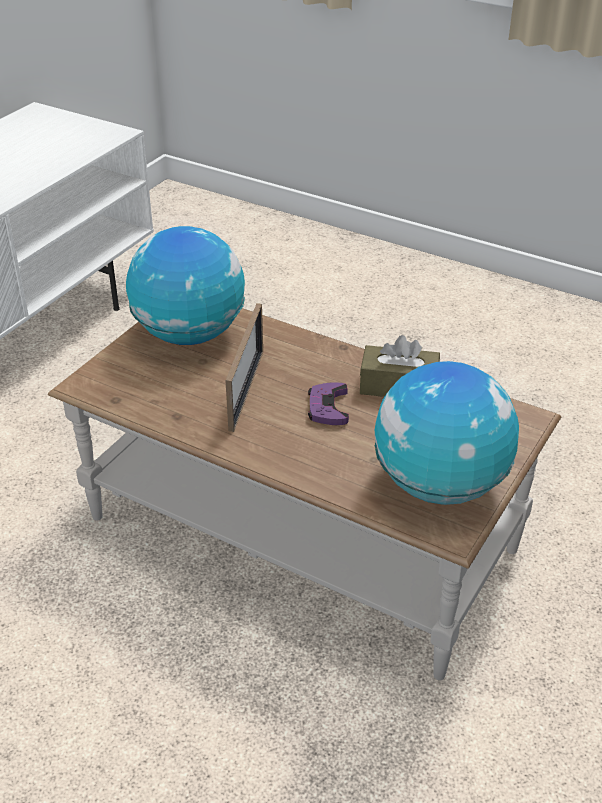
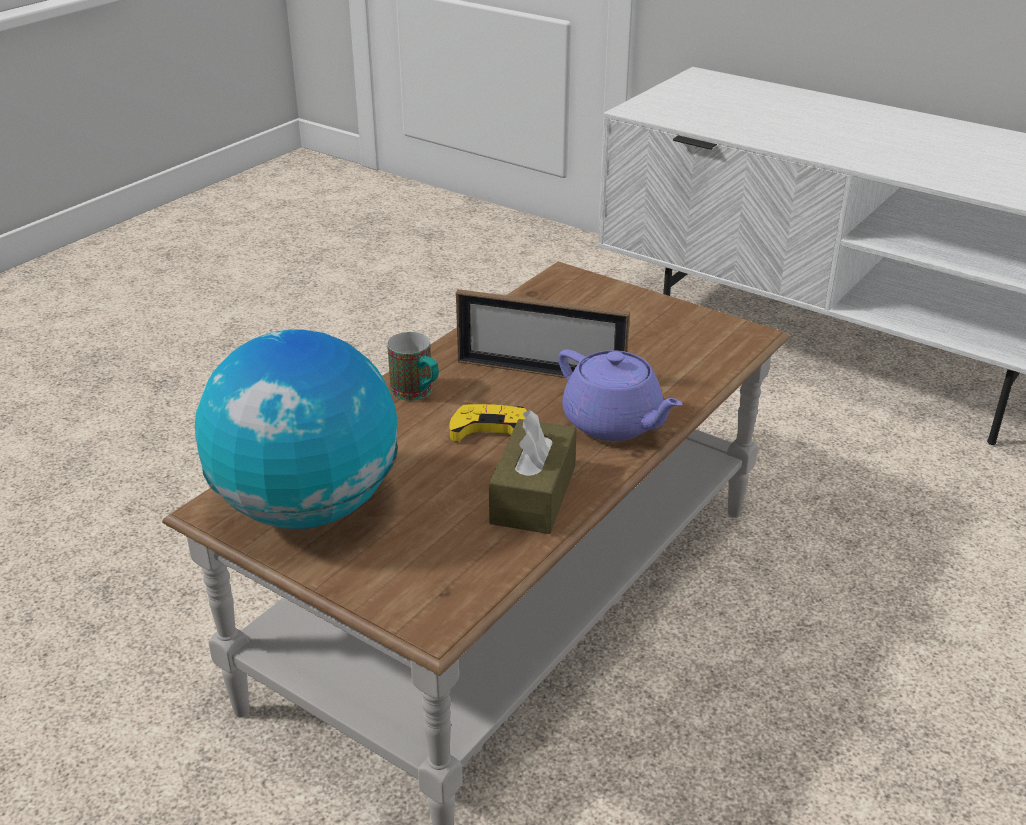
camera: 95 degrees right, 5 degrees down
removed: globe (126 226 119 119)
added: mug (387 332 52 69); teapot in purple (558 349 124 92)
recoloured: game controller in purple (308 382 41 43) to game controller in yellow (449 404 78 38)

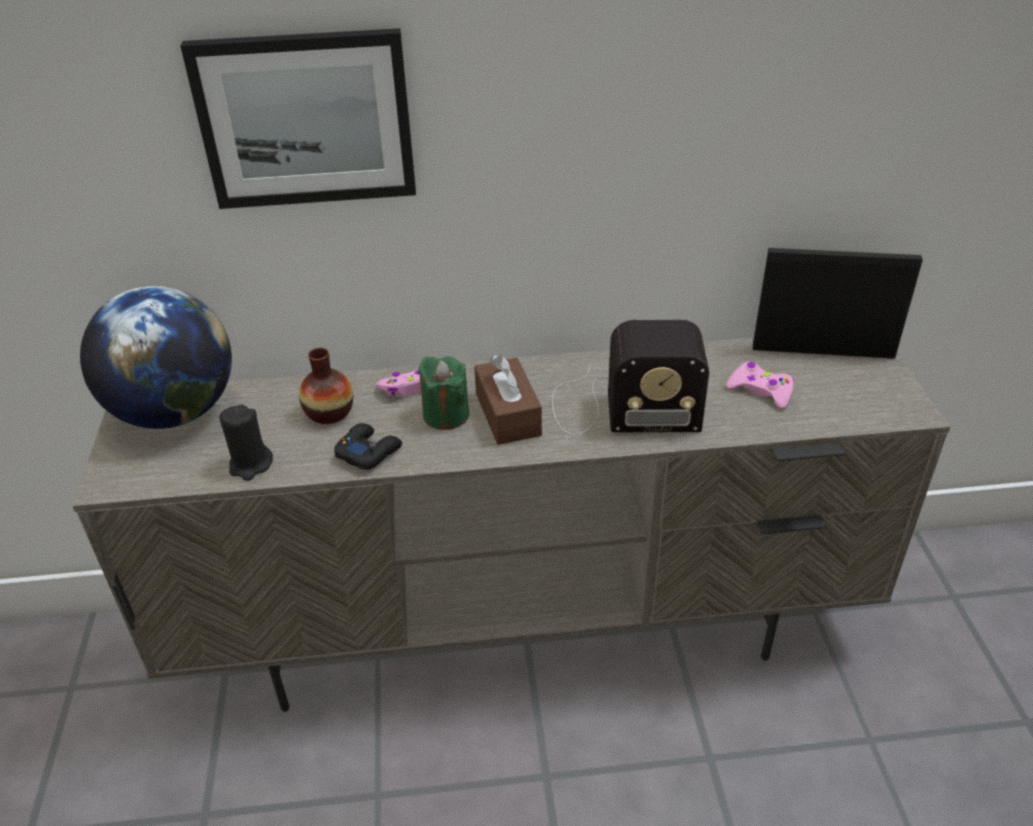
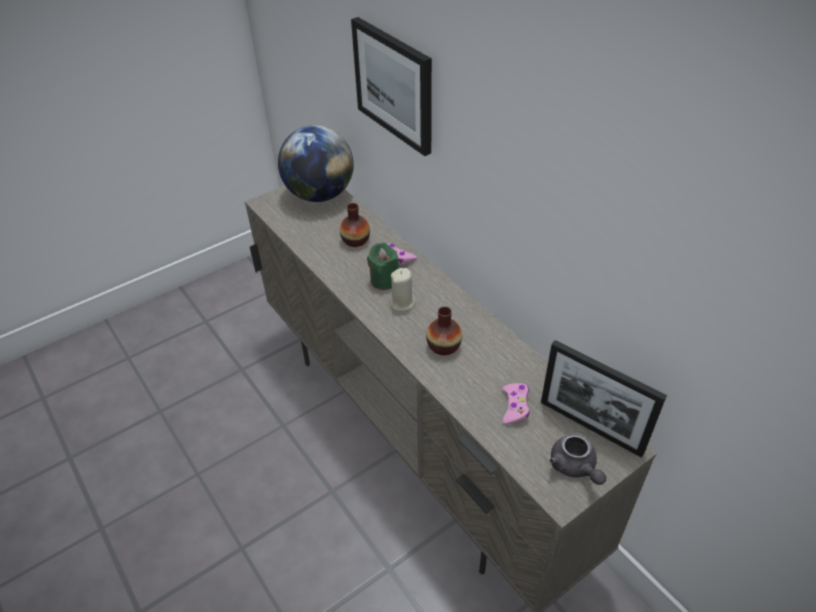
camera: 60 degrees right, 5 degrees up
removed: candle in black (219 405 54 76); game controller in black (334 423 68 47)
added: teapot in grey (550 433 56 52)
replaced: tissue box in brown (474 355 68 90) to candle in beige (389 268 27 43); radio (552 319 157 116) to vase (426 307 36 48)
turned: picture frame (753 248 170 111) = (541 340 126 118) 150 degrees clockwise

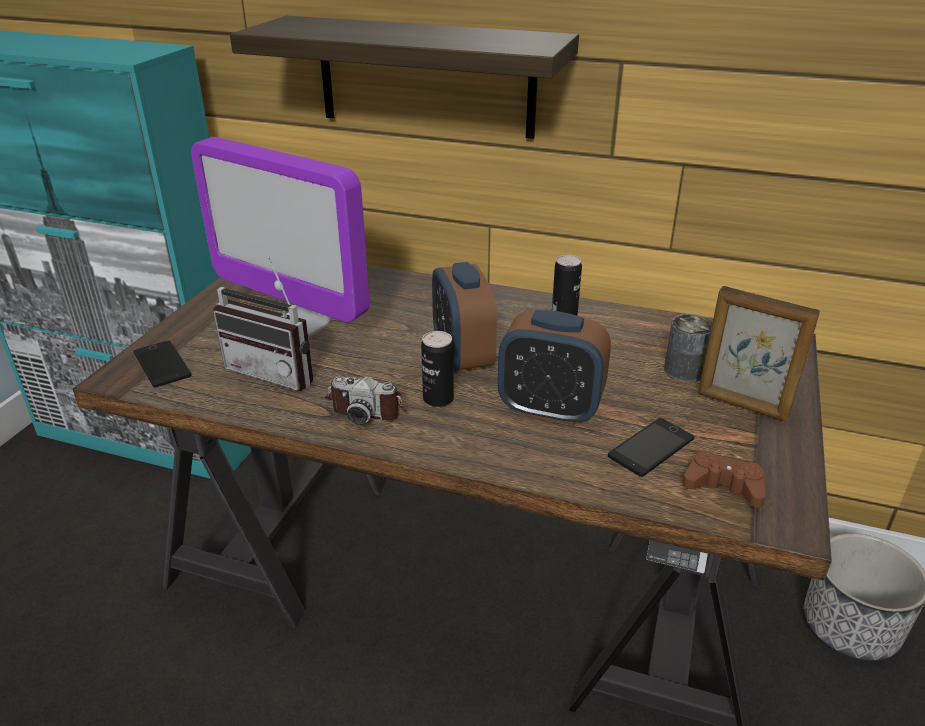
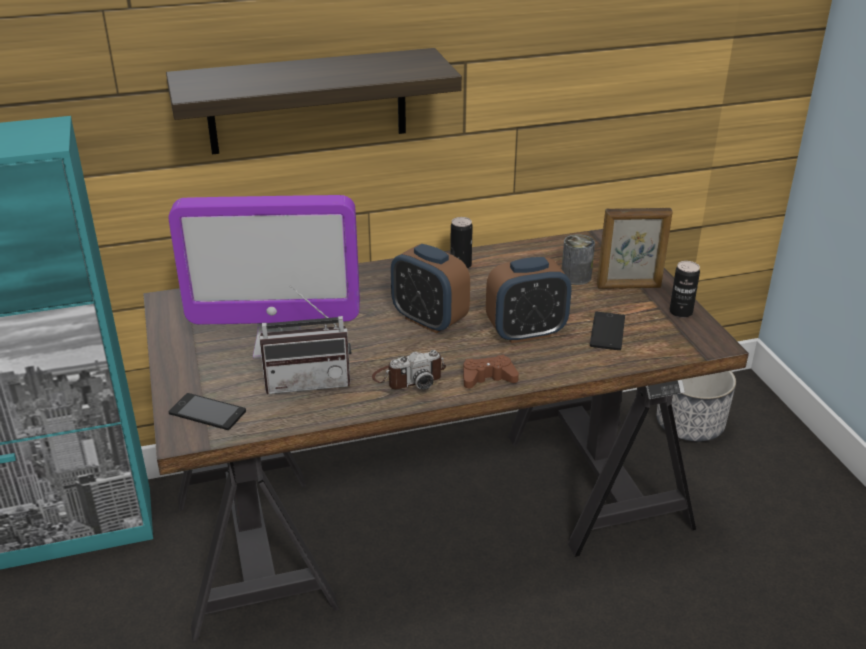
camera: 35 degrees left, 0 degrees up
moved: can (421 331 33 76) to (669 261 31 57); game controller in brown (682 450 84 57) to (463 355 56 33)

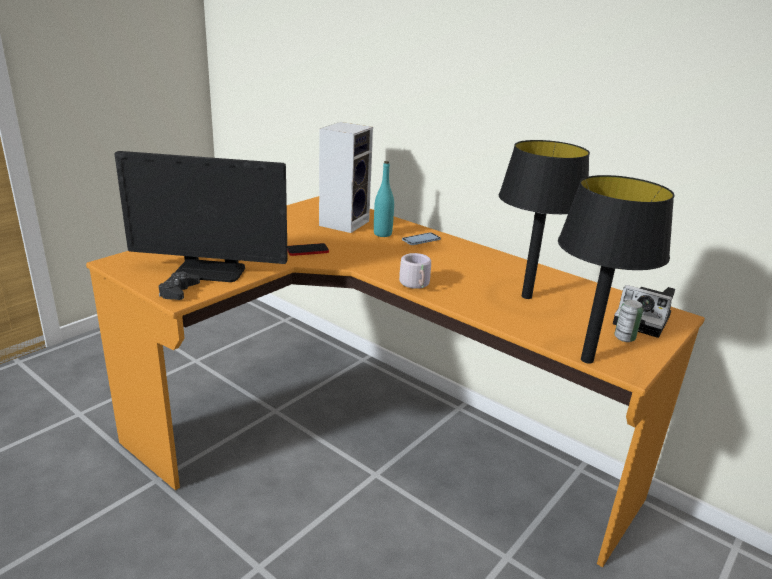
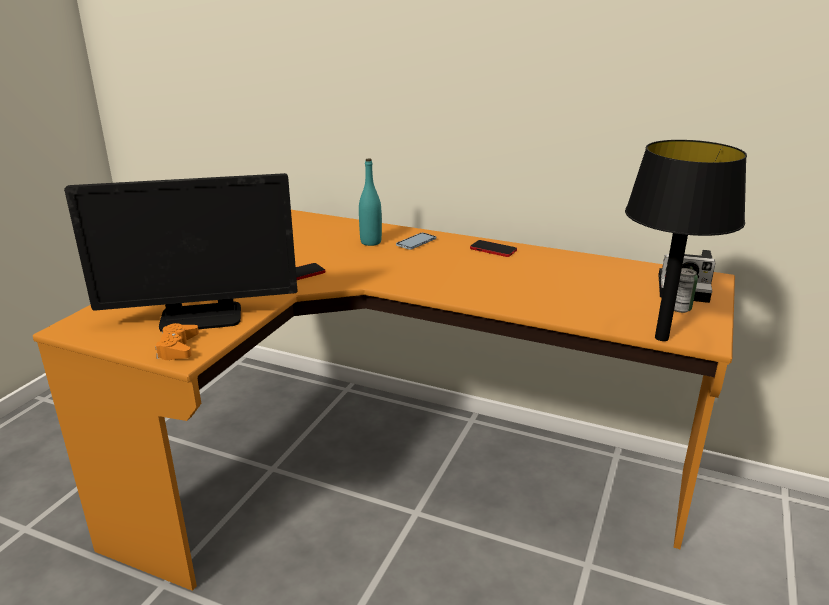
camera: 15 degrees left, 0 degrees up
removed: speaker (319 122 54 111); mug in grey (399 253 32 36); table lamp in black (499 140 91 159)
added: phone (470 240 47 17)
recoloured: game controller in black (159 272 41 28) to game controller in orange (155 323 44 37)

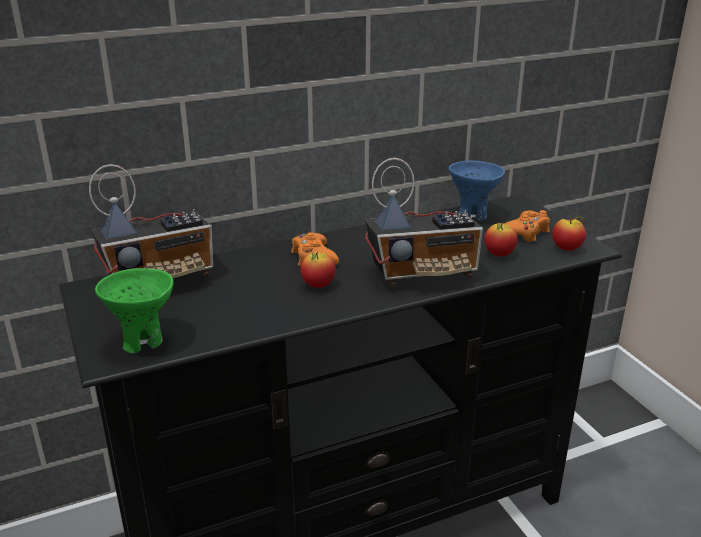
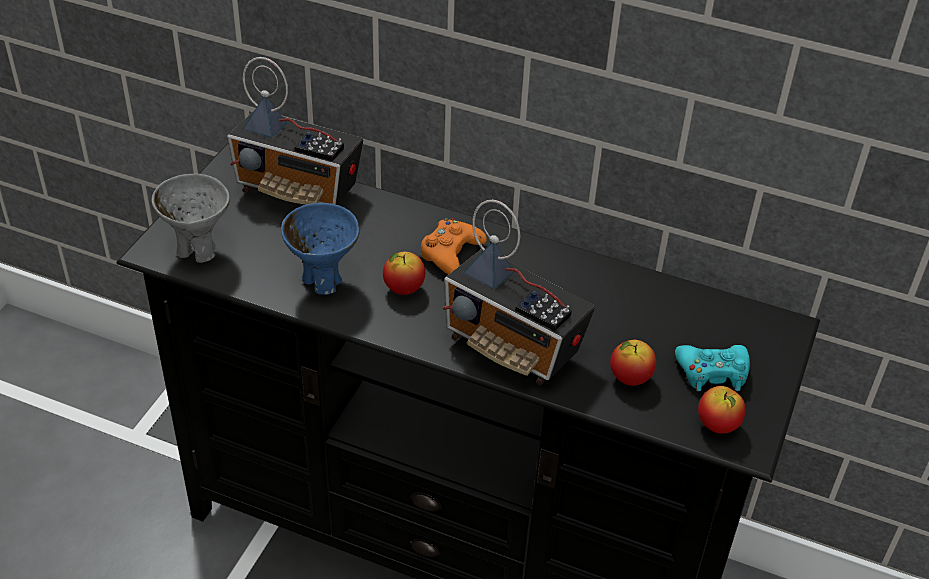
camera: 45 degrees right, 15 degrees up
moved: bowl in blue (449 160 56 61) to (281 203 79 92)
recoloured: bowl in green (95 268 79 86) to bowl in grey (151 173 79 90); game controller in orange (505 210 45 32) to game controller in turquoise (675 345 75 46)

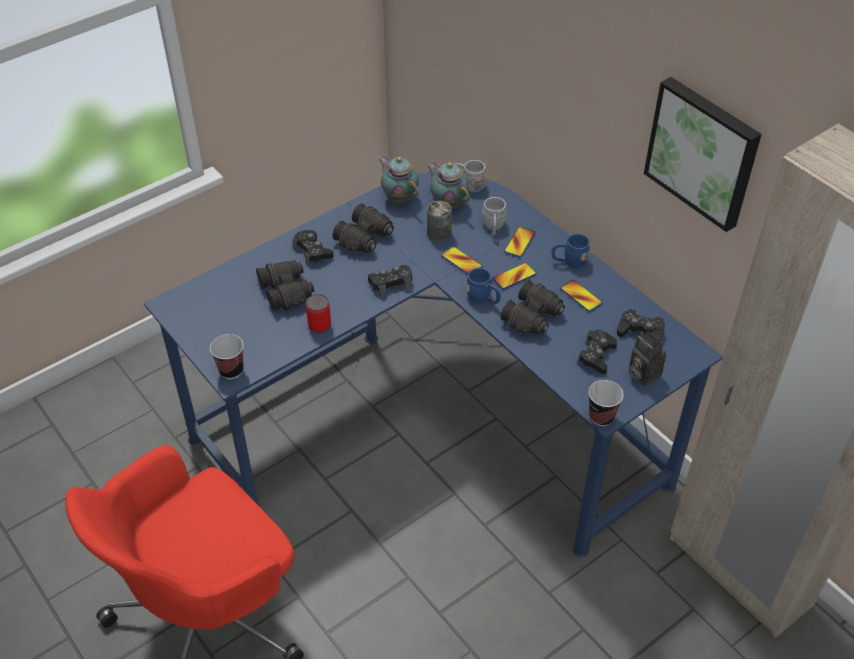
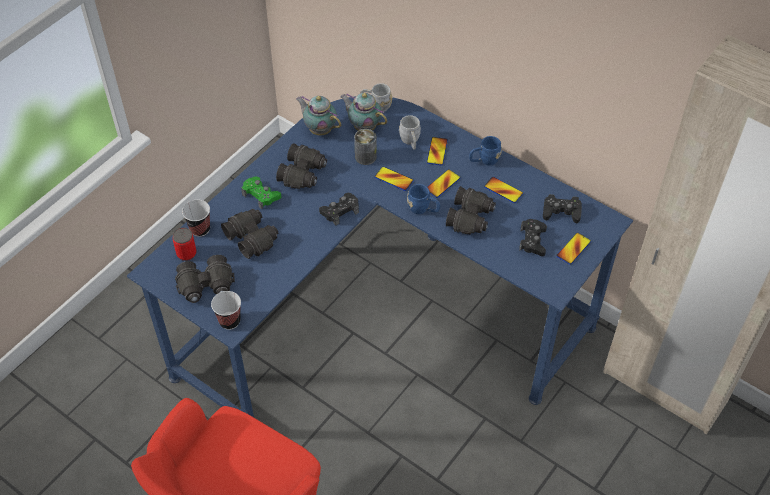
camera: 15 degrees left, 5 degrees up
removed: picture (644 77 118 155)
added: binoculars in black (175 255 60 48)
moved: can (306 294 25 39) to (172 227 25 34); cup (589 380 35 46) to (182 200 28 37)
replaced: photo camera (628 331 38 55) to phone (556 233 35 32)
recoloured: game controller in black (292 230 42 35) to game controller in green (241 176 40 33)

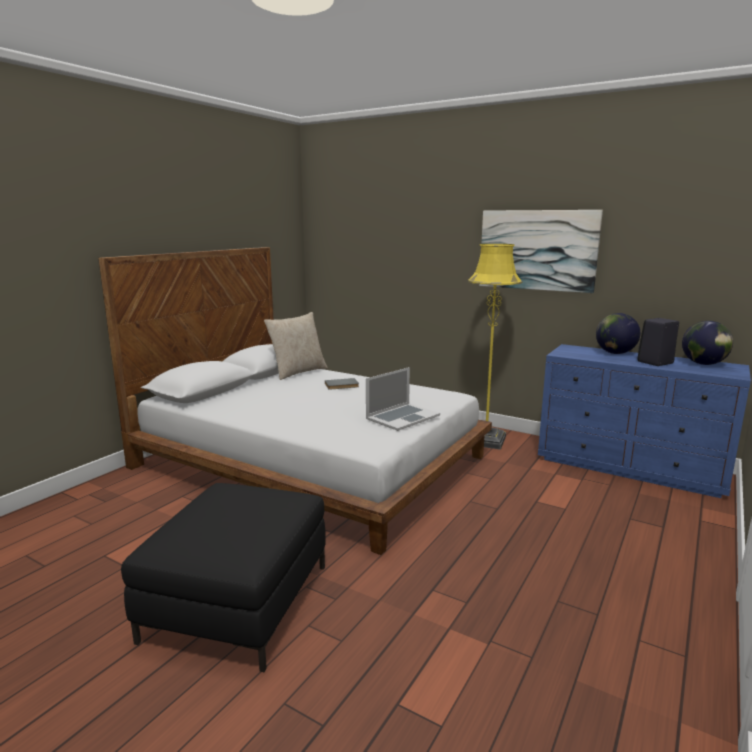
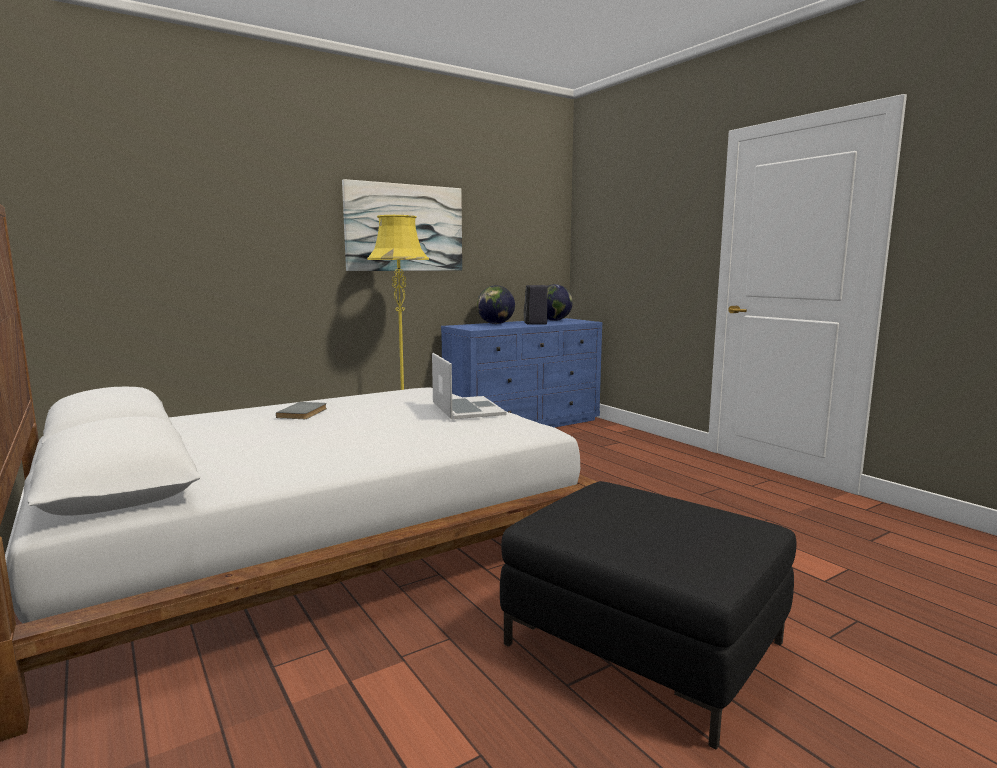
camera: 65 degrees left, 5 degrees down
removed: pillow in beige (264 312 64 68)

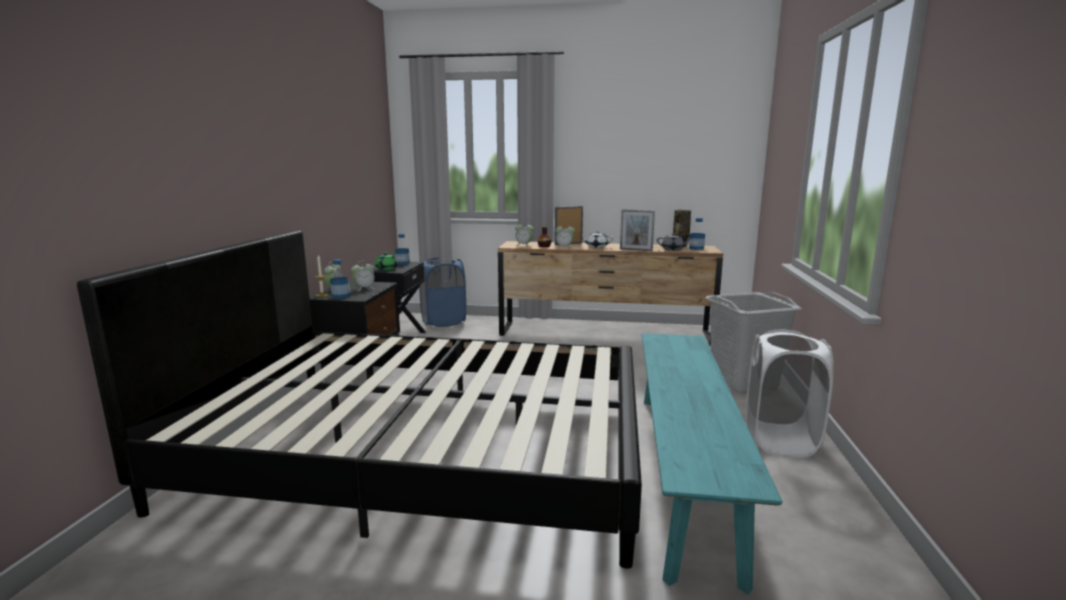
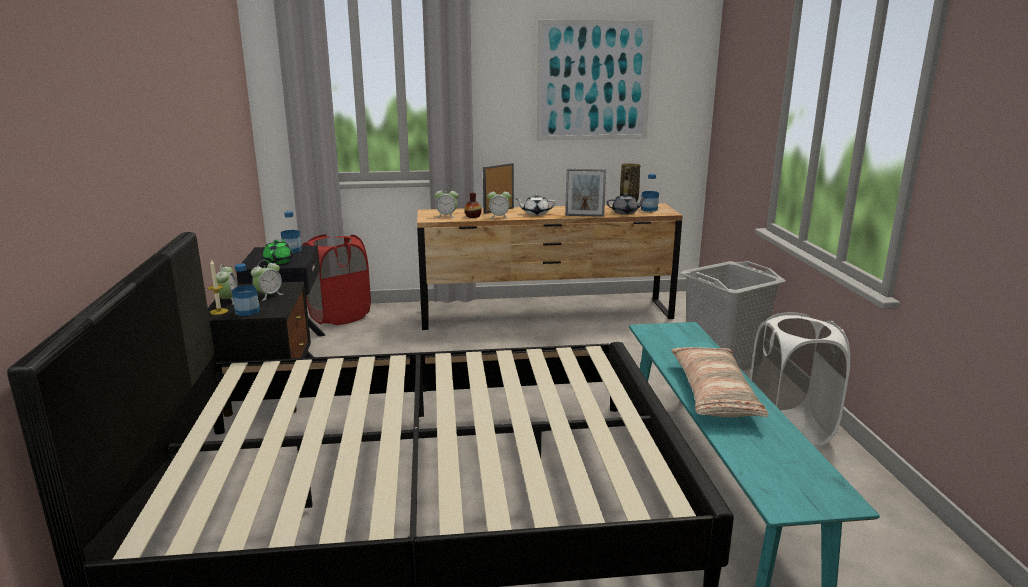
camera: 15 degrees left, 5 degrees up
added: picture (537 20 117 120); pillow (671 347 98 70)
recoloured: laundry basket in blue (419 258 47 69) to laundry basket in red (302 234 69 91)

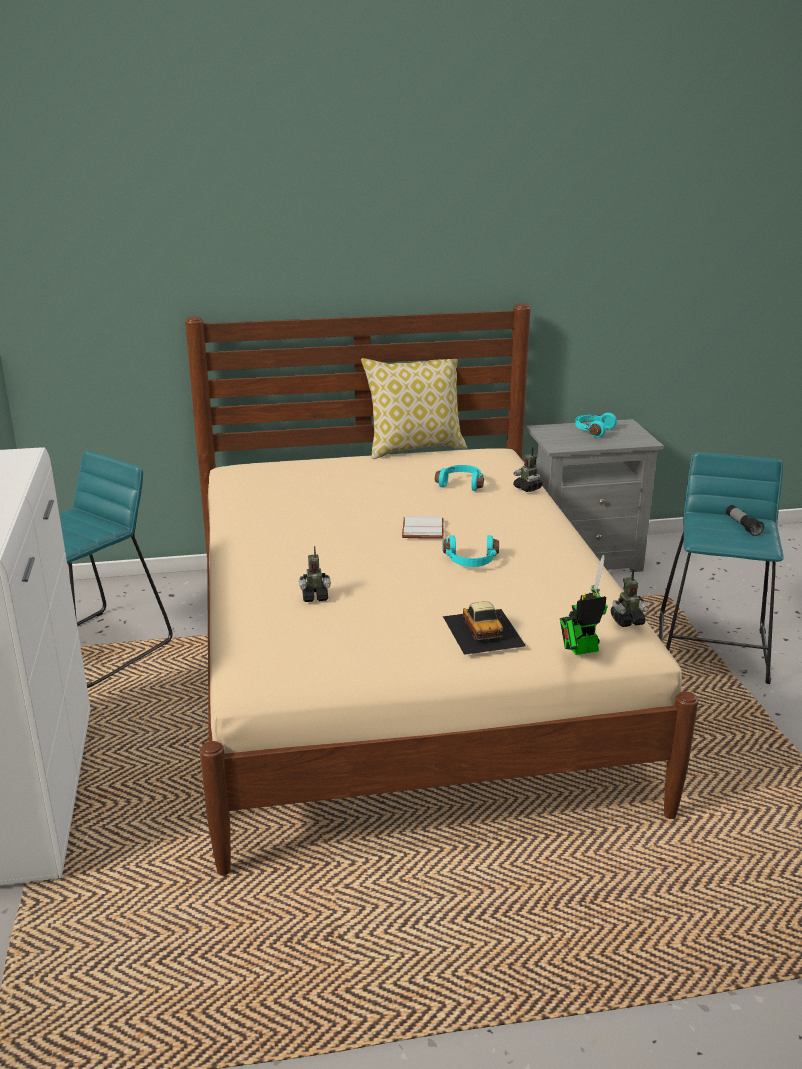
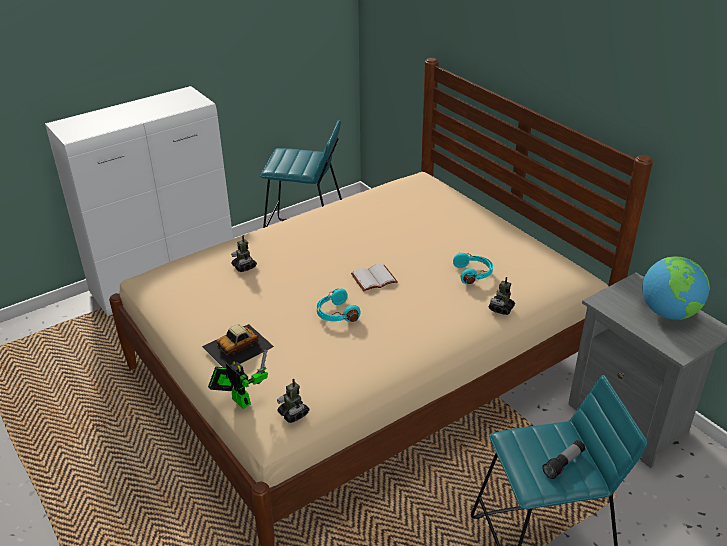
camera: 65 degrees right, 10 degrees up
removed: pillow (361 358 106 101)
replaced: headphones in turquoise (575 413 42 25) to globe (642 257 68 63)

